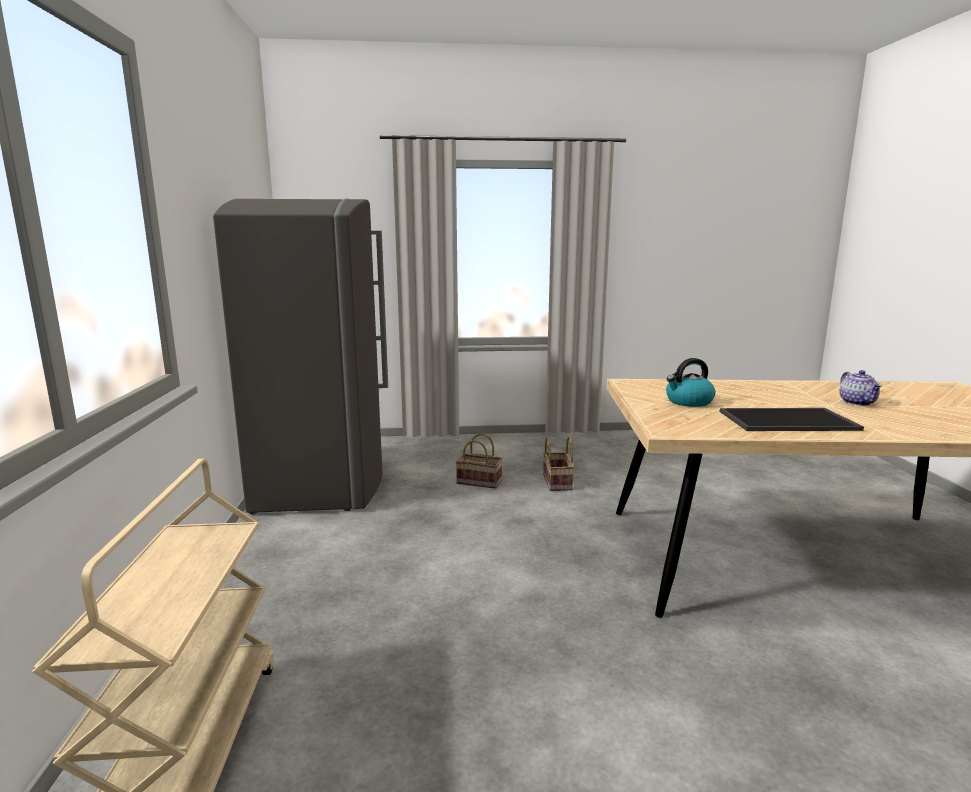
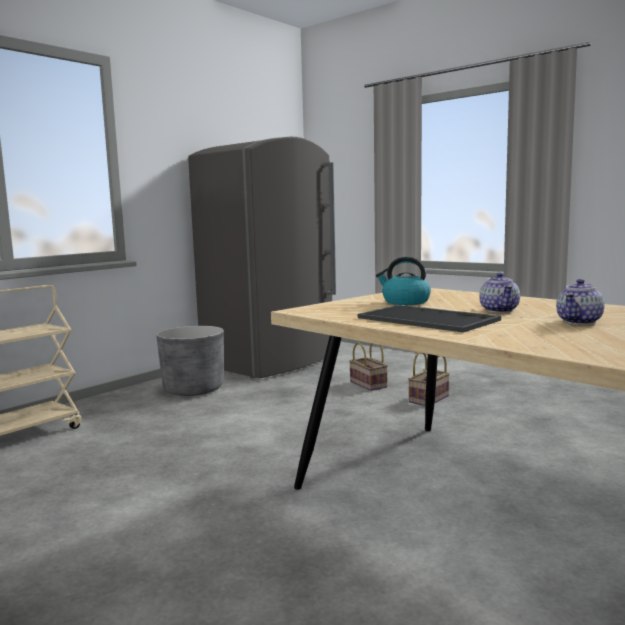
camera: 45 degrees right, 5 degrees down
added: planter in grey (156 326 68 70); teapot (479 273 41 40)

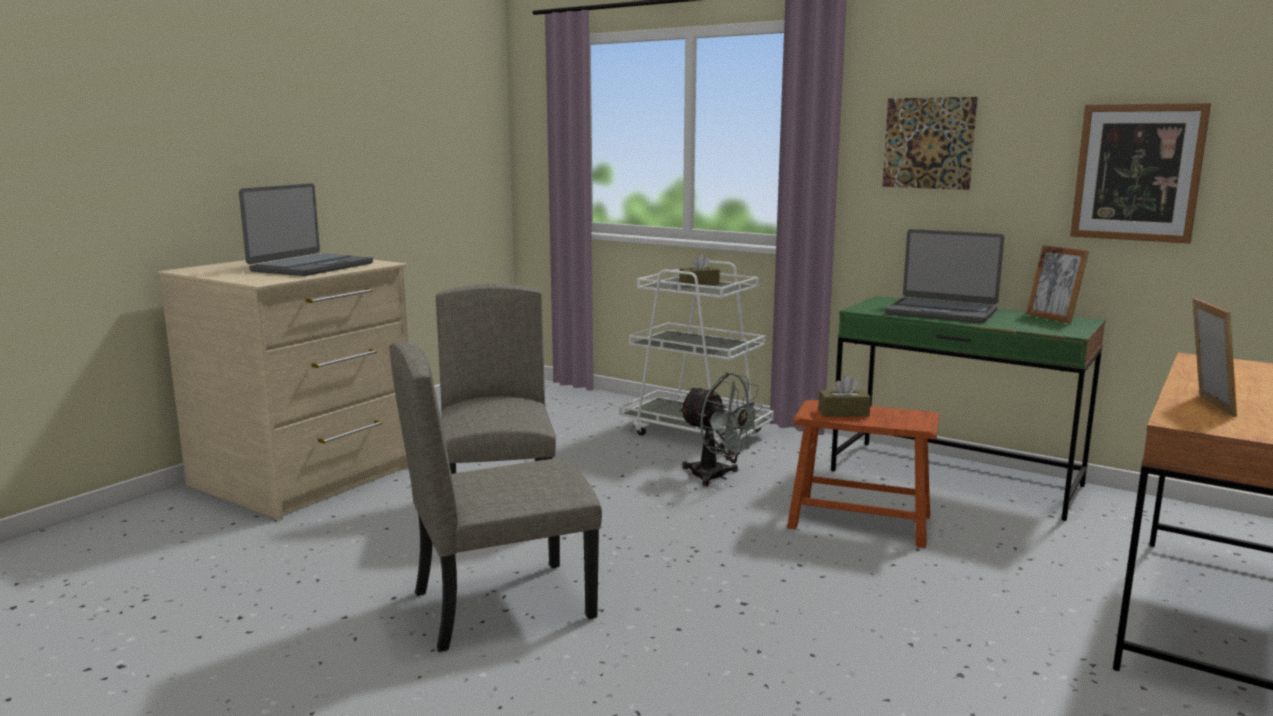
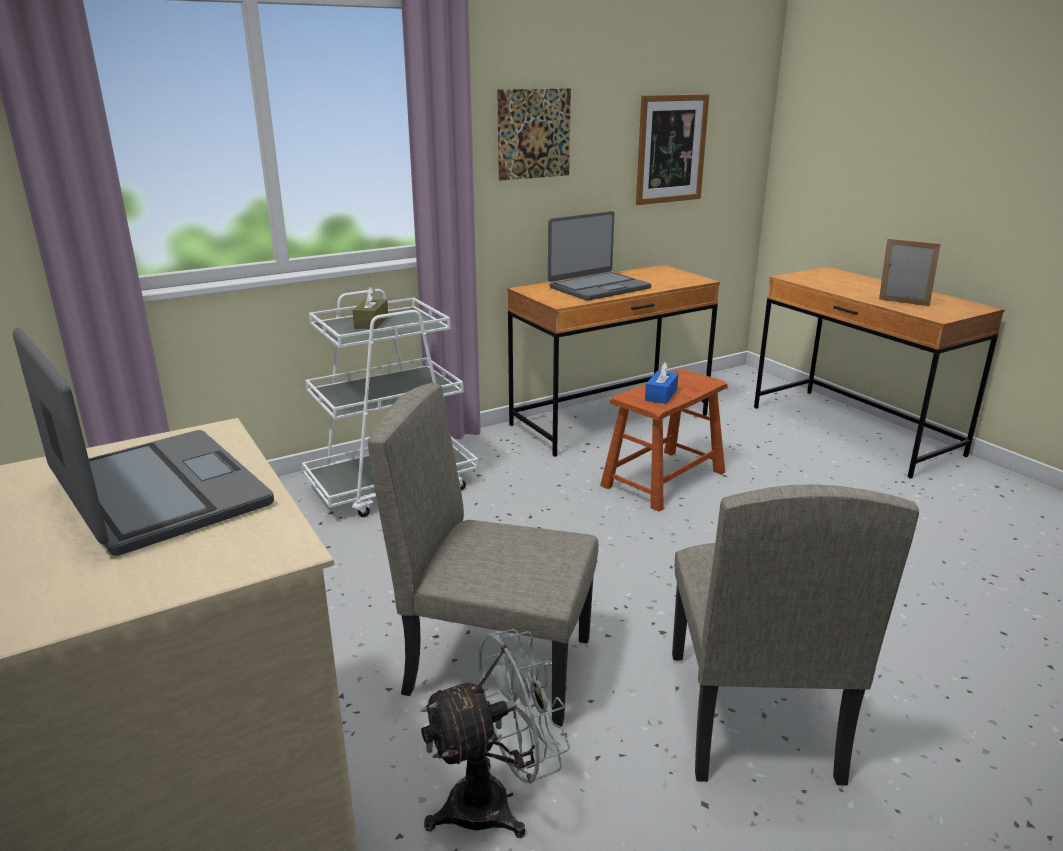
camera: 65 degrees left, 10 degrees up
removed: picture frame (1026 245 63 79)
moved: fan in grey (679 373 84 114) to (420 629 150 209)
recoloured: tissue box in brown (818 375 53 42) to tissue box in blue (645 362 33 42); desk in green (831 296 275 225) to desk in brown (507 265 213 192)

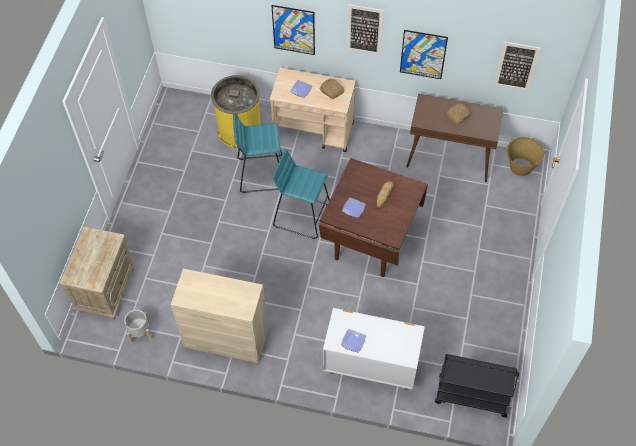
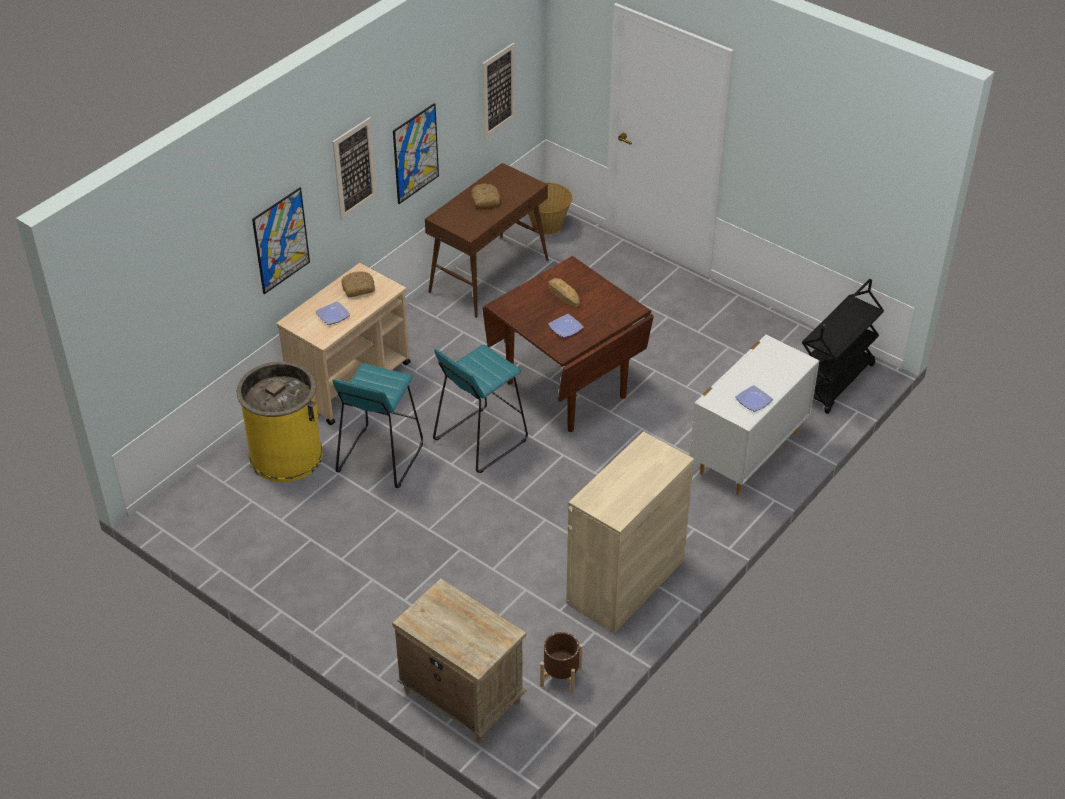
camera: 65 degrees left, 15 degrees down
recoloured: planter in grey (124 310 28 34) to planter in brown (540 632 43 62)

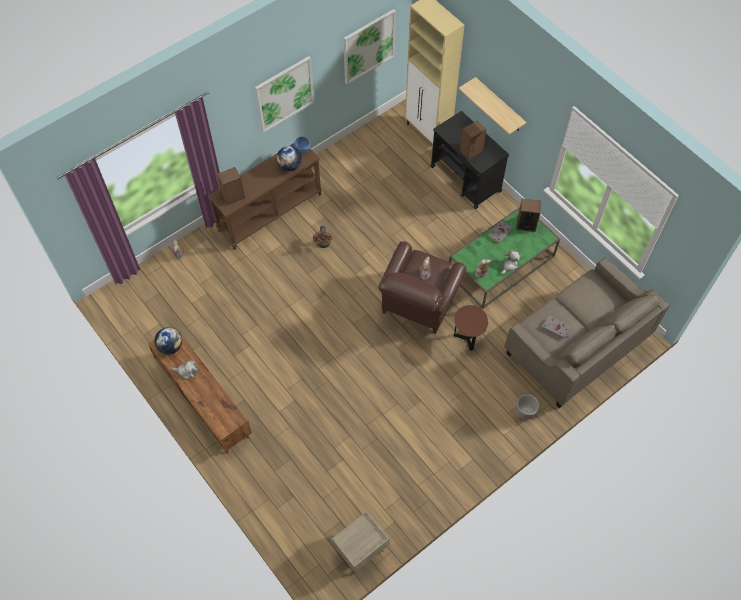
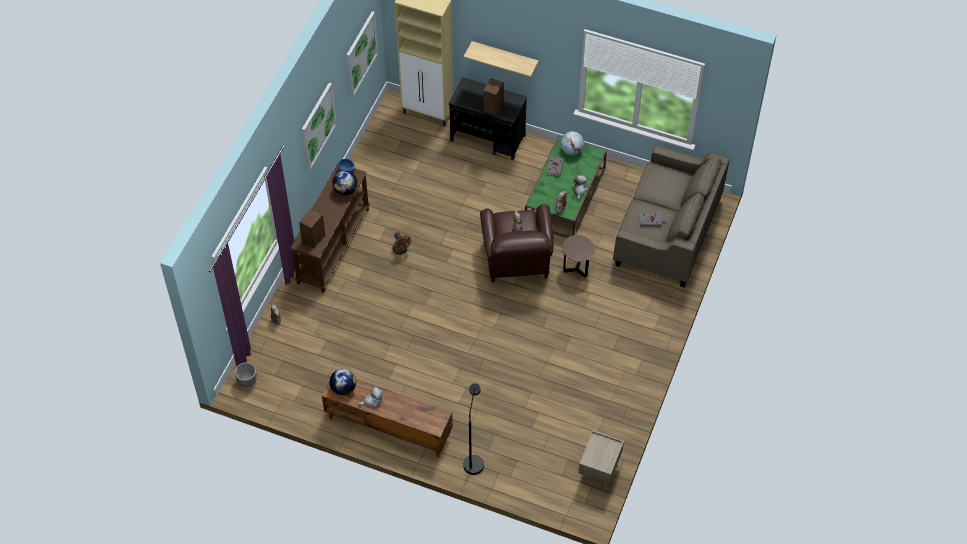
camera: 30 degrees left, 5 degrees down
added: floor lamp in black (463 383 21 92)
moved: planter (516 394 23 26) to (235 362 22 25)
replaced: speaker (516 199 25 33) to globe (560 131 24 24)

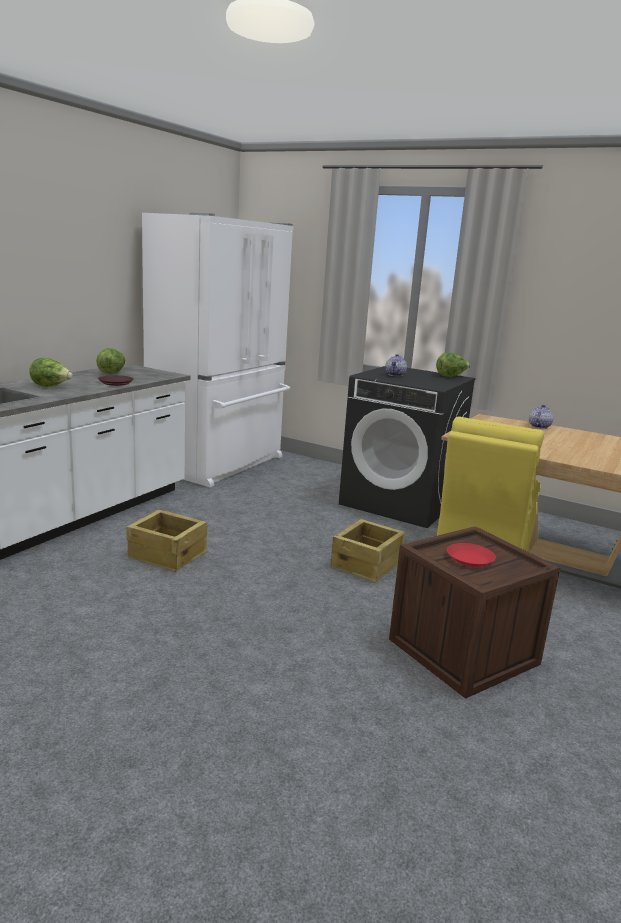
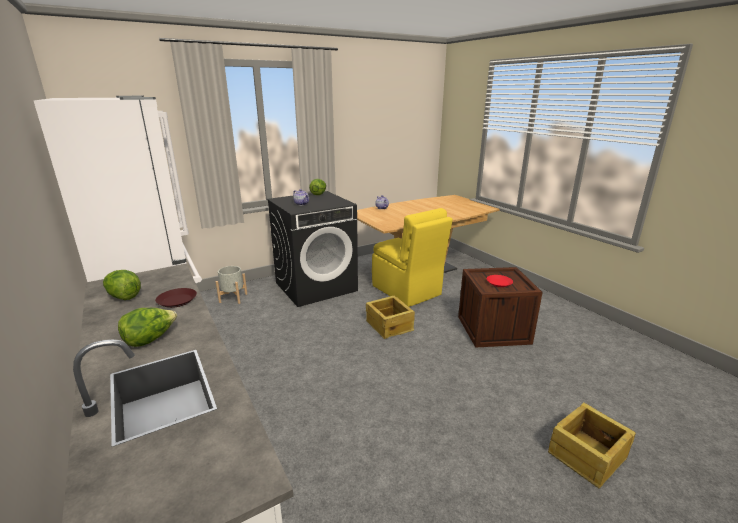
camera: 60 degrees left, 5 degrees up
added: planter in grey (216 266 31 38)
moved: crate (126 510 82 62) to (548 402 88 86)

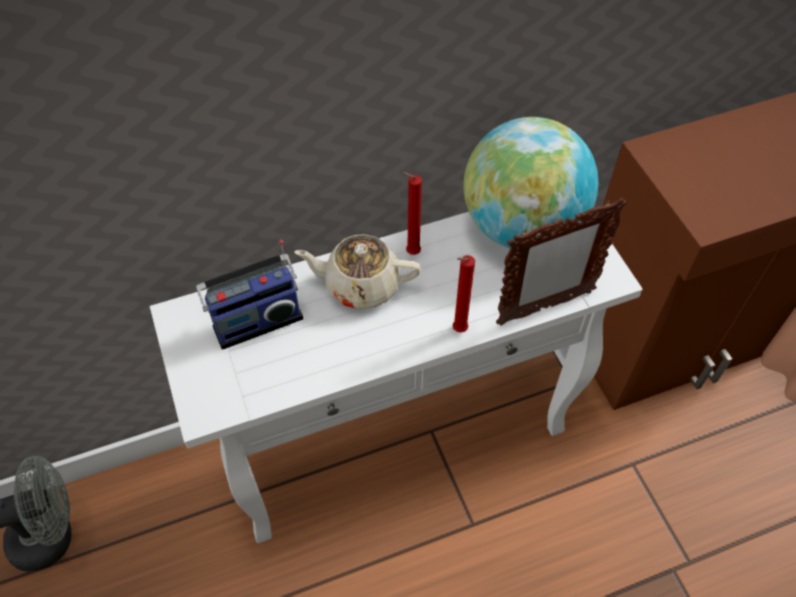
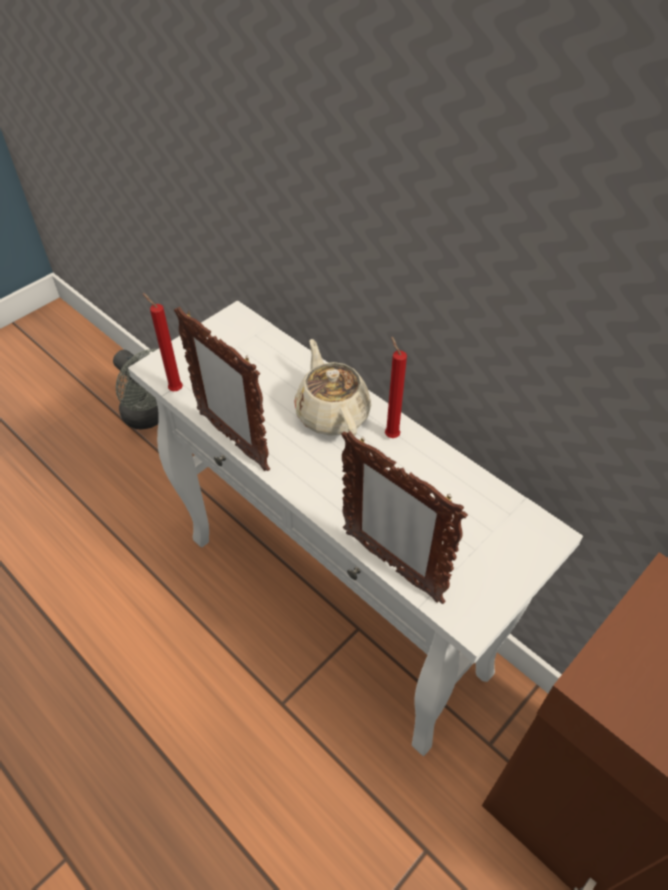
camera: 65 degrees right, 5 degrees down
removed: radio (196 240 108 110); globe (463 117 135 131)
added: picture frame (174 307 96 164)
moved: candle in red (452 255 23 78) to (143 293 40 98)

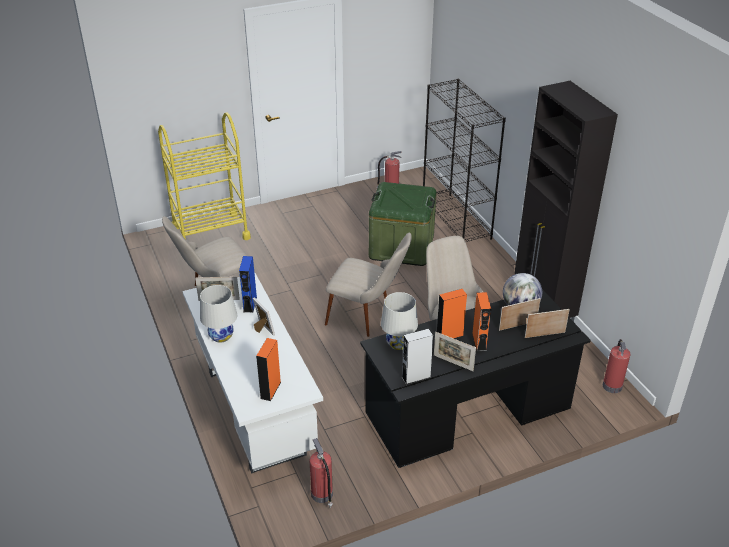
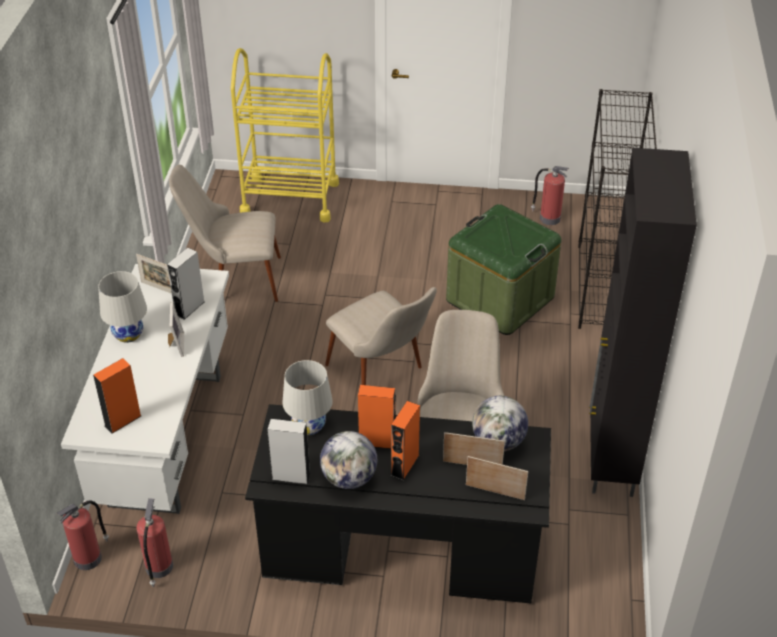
camera: 30 degrees right, 5 degrees up
moved: fire extinguisher (603 339 27 54) to (57 500 52 70)
replaced: picture frame (434 332 42 39) to globe (320 431 57 58)
recoloured: speaker in blue (239 256 18 57) to speaker in grey (167 248 37 72)

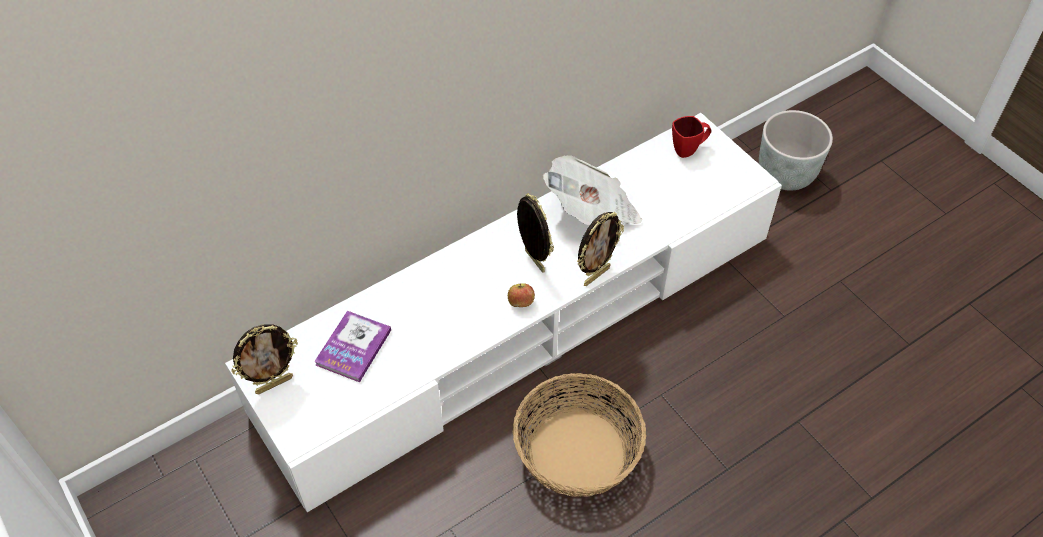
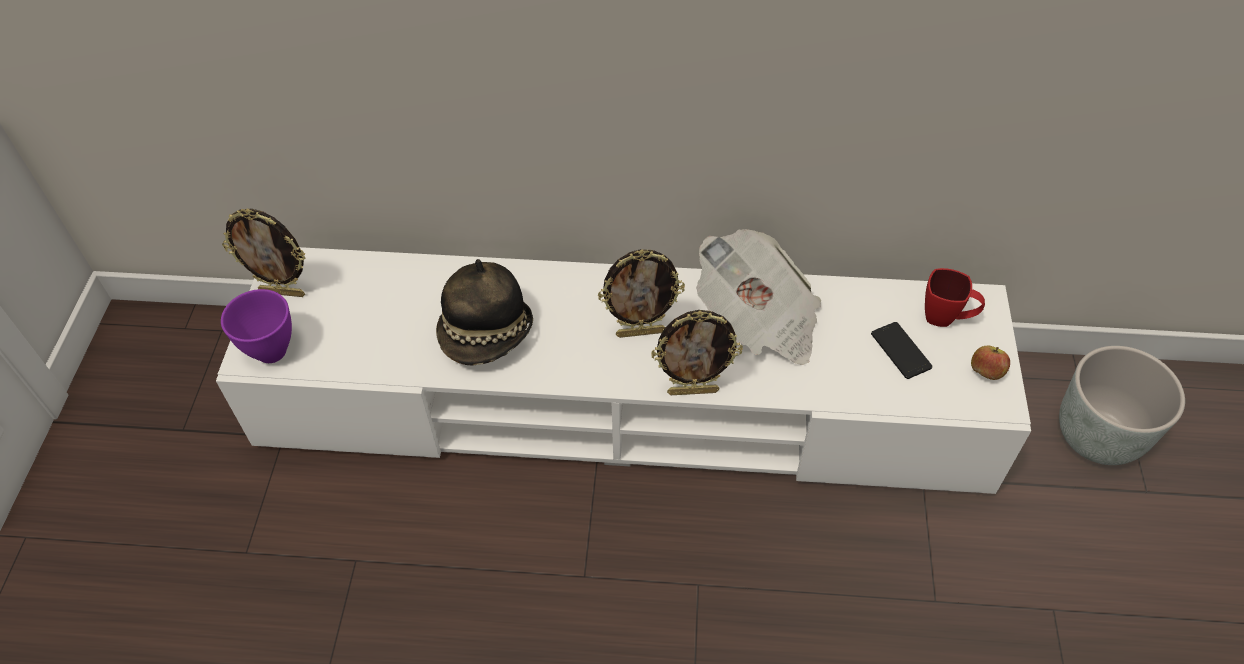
camera: 40 degrees right, 0 degrees up
removed: book (314 311 77 71); basket (513 373 133 124)
added: bowl in purple (221 289 71 74); hat (436 259 97 107); phone (871 322 61 57)
moved: apple (508 283 27 24) to (971 346 39 34)
turned: picture frame (517 193 37 80) = (598 249 87 89) 75 degrees clockwise

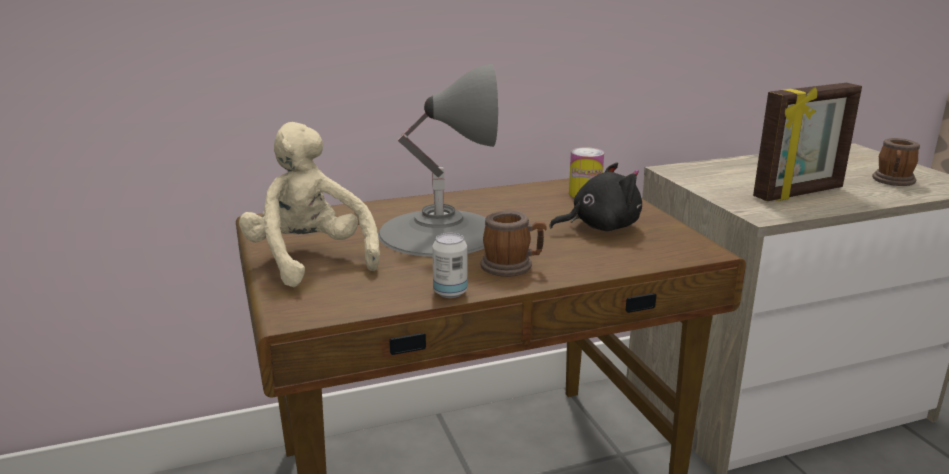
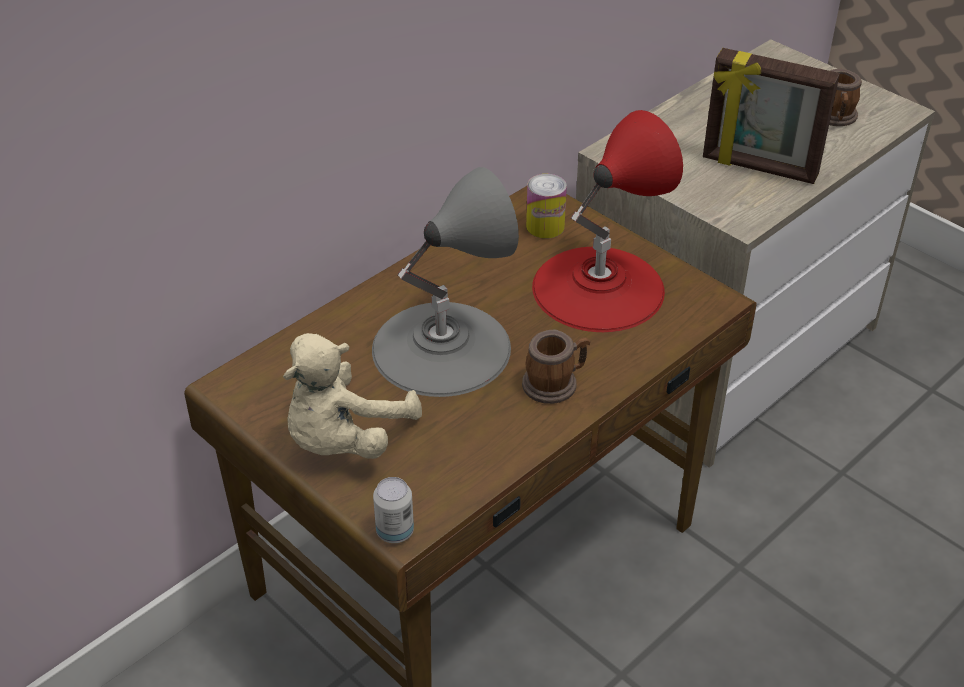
camera: 25 degrees left, 20 degrees up
moved: can (432 233 36 65) to (373 477 41 66)
replaced: plush toy in black (549 163 93 68) to table lamp in red (532 110 151 222)
turned: plush toy in beige (239 122 141 165) = (283 333 139 126) 90 degrees counterclockwise; picture frame (753 83 109 118) = (703 48 137 136) 75 degrees clockwise

